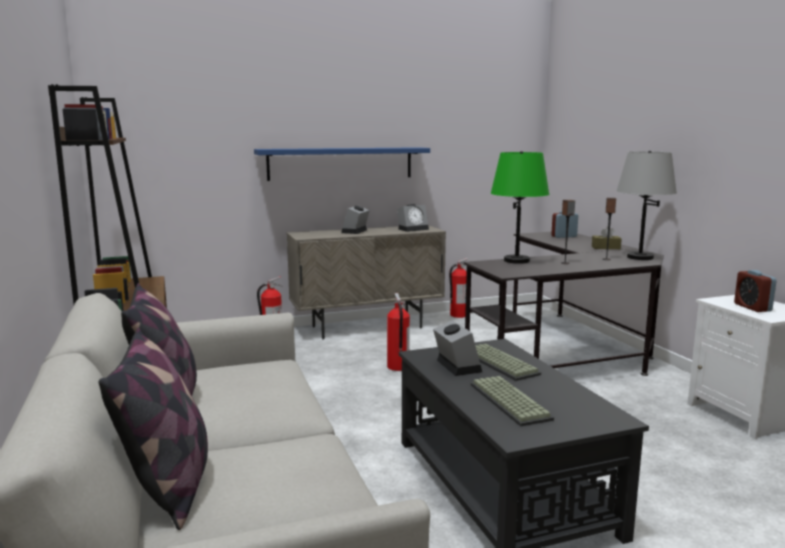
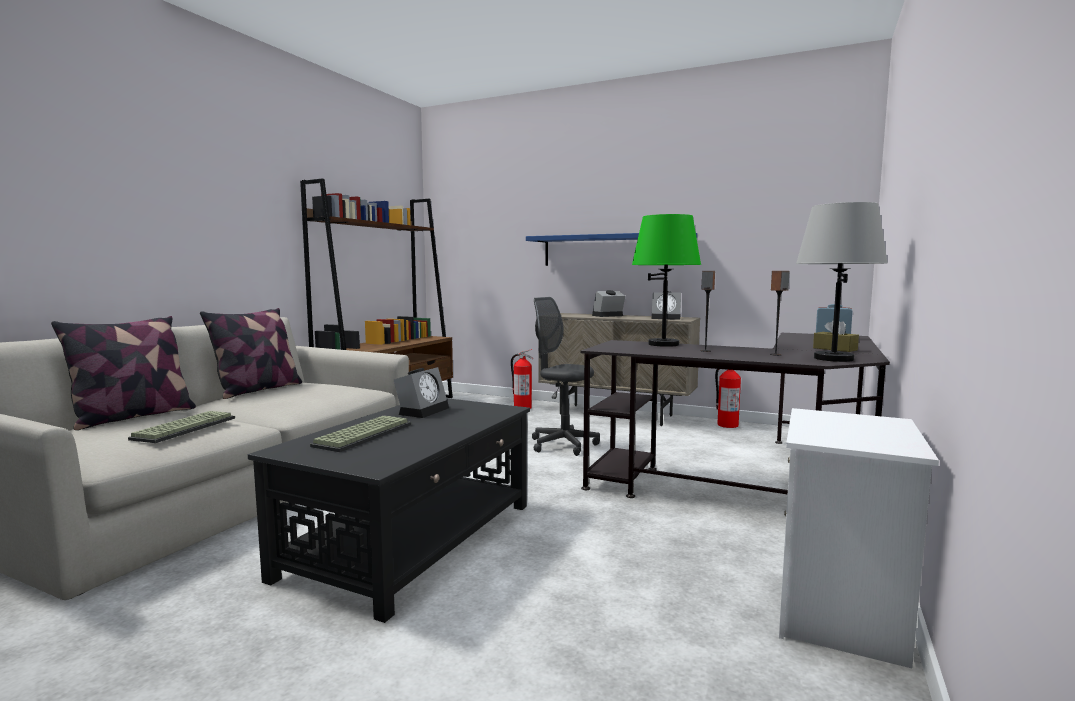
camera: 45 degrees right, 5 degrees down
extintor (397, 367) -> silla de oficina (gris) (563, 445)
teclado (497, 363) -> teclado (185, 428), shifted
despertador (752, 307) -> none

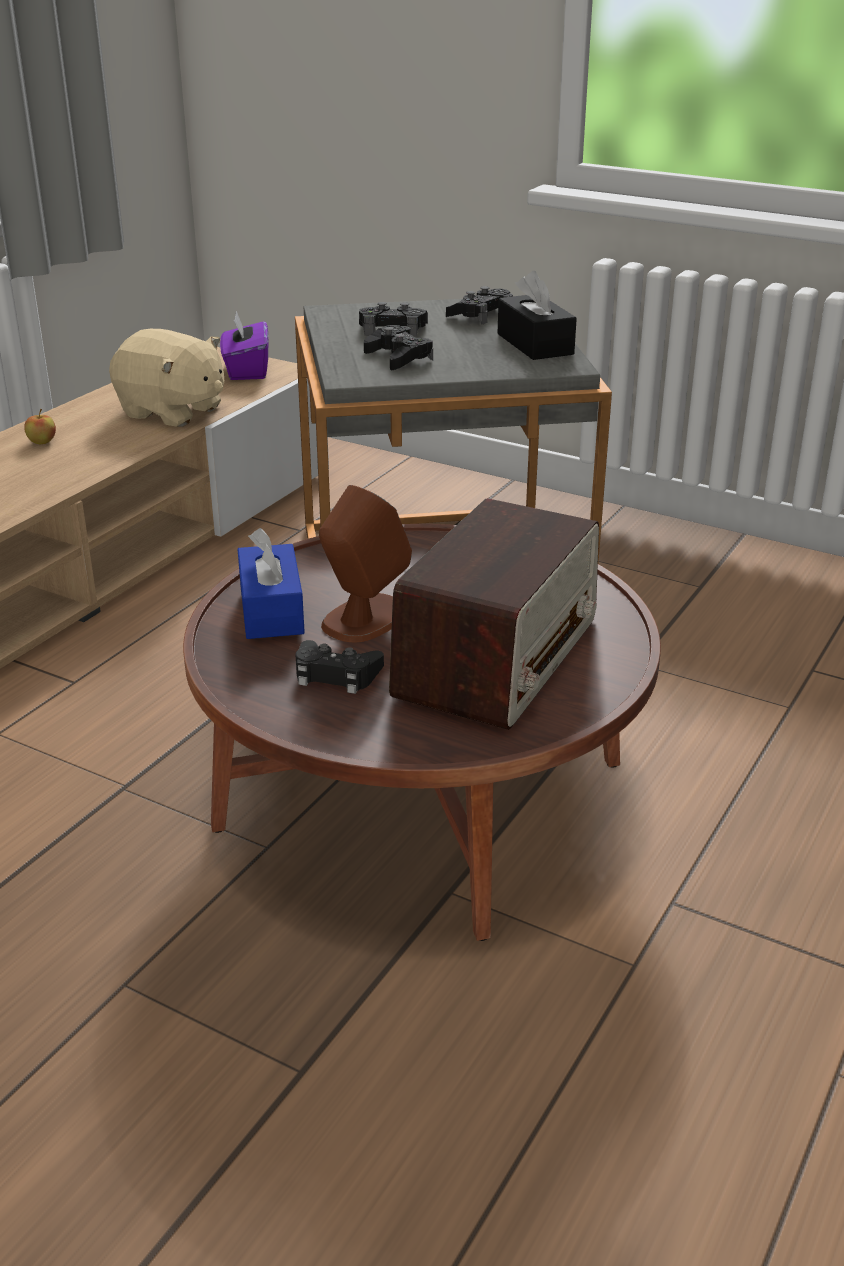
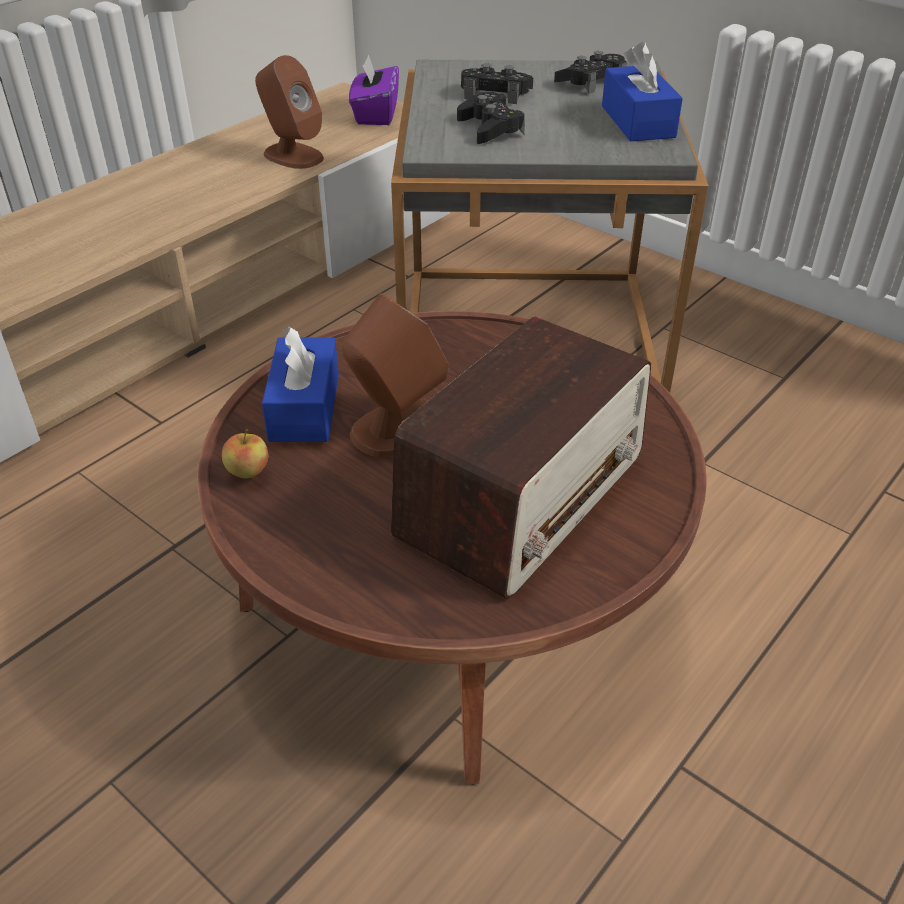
camera: 10 degrees right, 10 degrees up
manzana (42, 442) -> manzana (248, 471), shifted
peluche (beis) (172, 412) -> altavoz (marrón) (292, 156)
mando de consola (negro) (336, 675) -> none
caja de pañuelos (negro) (535, 344) -> caja de pañuelos (azul) (637, 121)

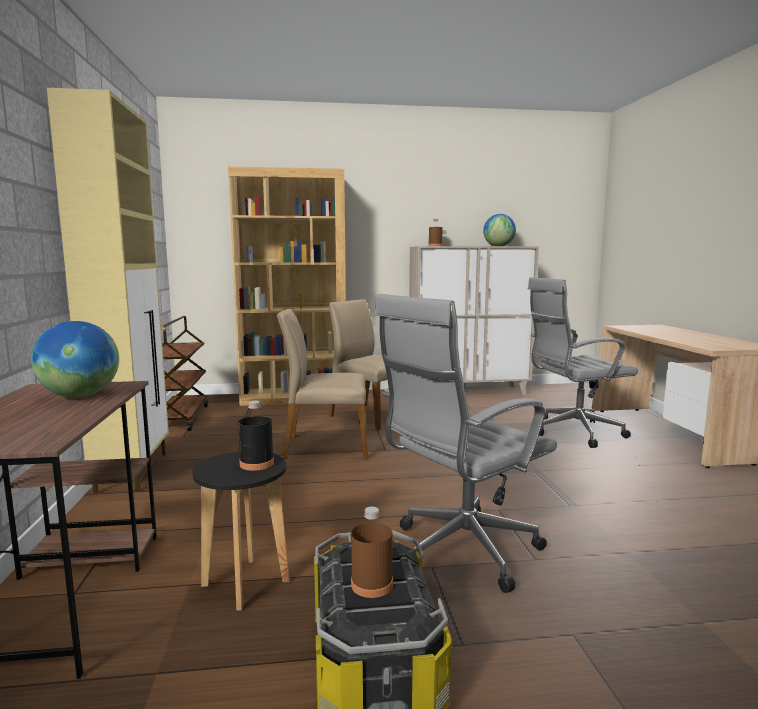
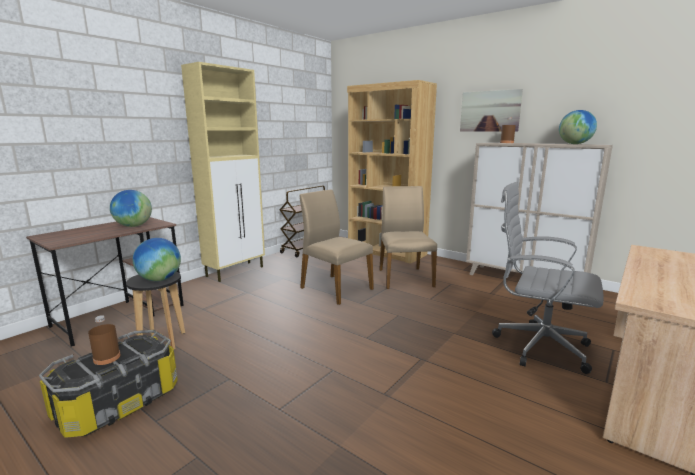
camera: 45 degrees right, 5 degrees up
botella (negro) (256, 464) -> globo terráqueo (160, 279)
silla de oficina (gris) (460, 552) -> none
none -> cuadro (490, 111)

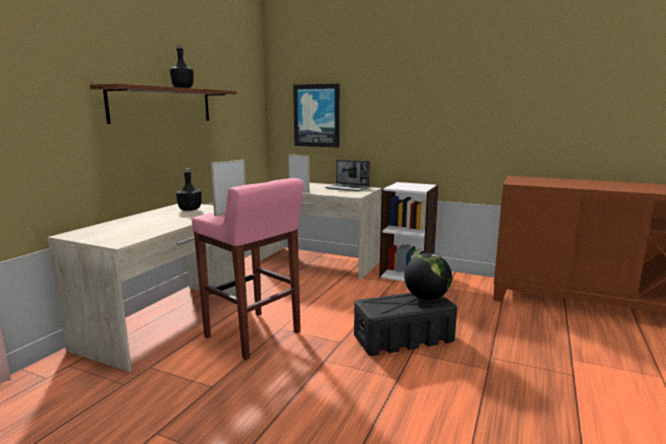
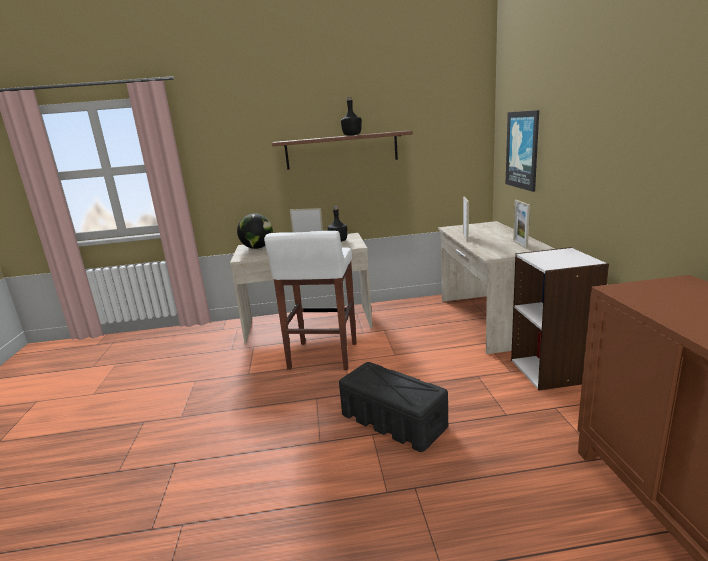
camera: 60 degrees right, 5 degrees up
taburete (rosa) (253, 335) -> taburete (blanco) (322, 356)
portátil (348, 188) -> portarretratos (520, 244)
globo terráqueo (426, 298) -> globo terráqueo (257, 248), shifted

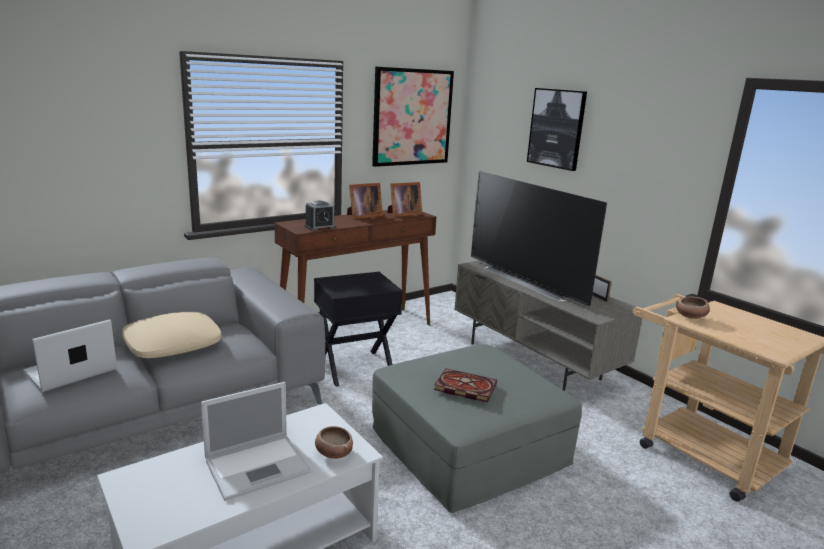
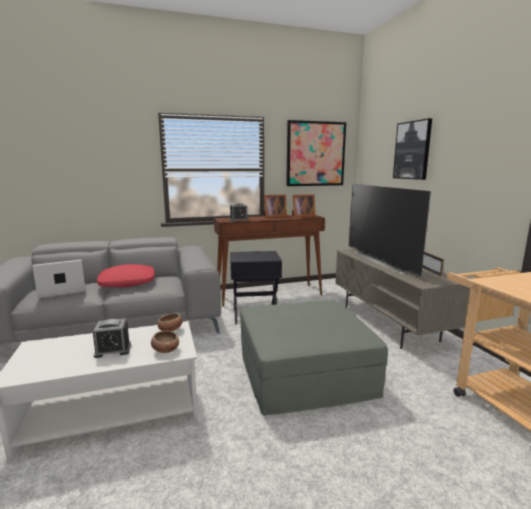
camera: 20 degrees right, 5 degrees down
cojín (beis) (173, 345) -> cojín (rojo) (127, 283)
portátil (259, 465) -> despertador (113, 350)
libro (463, 387) -> none
cuenco (691, 317) -> cuenco (170, 330), shifted

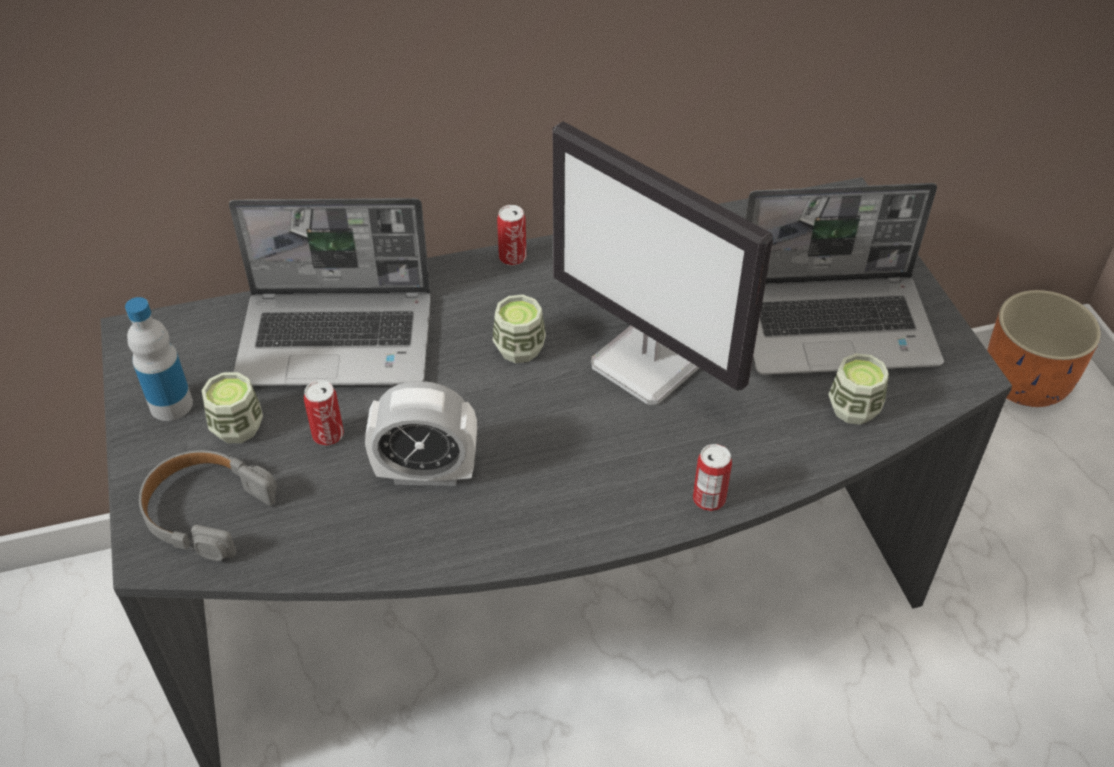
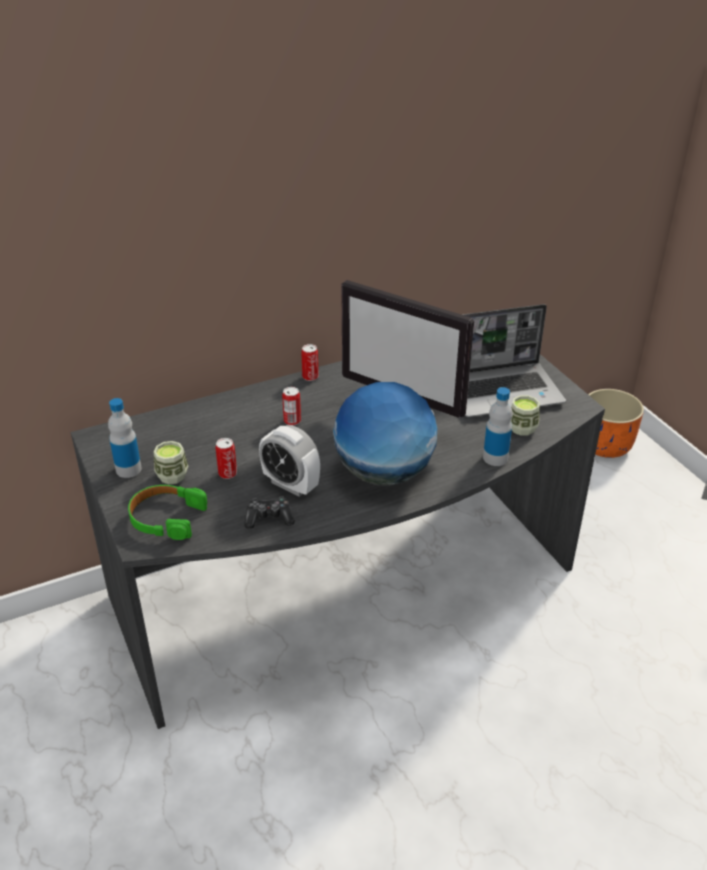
camera: 10 degrees left, 10 degrees down
auriculares (gris) (206, 511) -> auriculares (verde) (166, 518)
portátil (339, 339) -> none
despertador (426, 472) -> despertador (291, 485), 45 degrees clockwise
taza (519, 348) -> none
lata (709, 499) -> lata (292, 421), shifted
none -> mando de consola (269, 518)
none -> globo terráqueo (383, 473)
none -> botella (495, 458)

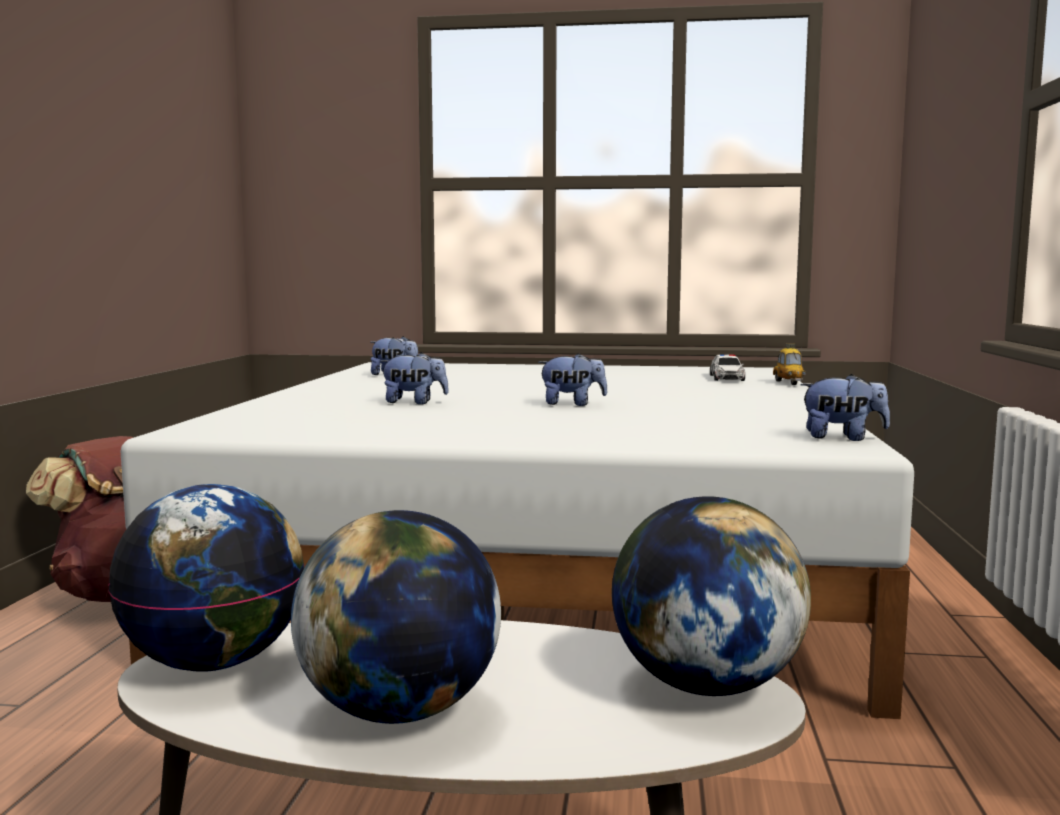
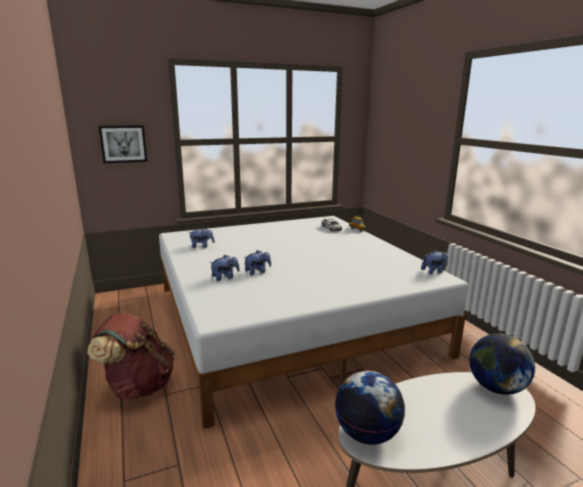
camera: 30 degrees left, 10 degrees up
globo terráqueo (400, 711) -> none
peluche (572, 404) -> peluche (225, 277), shifted
none -> cuadro (123, 144)

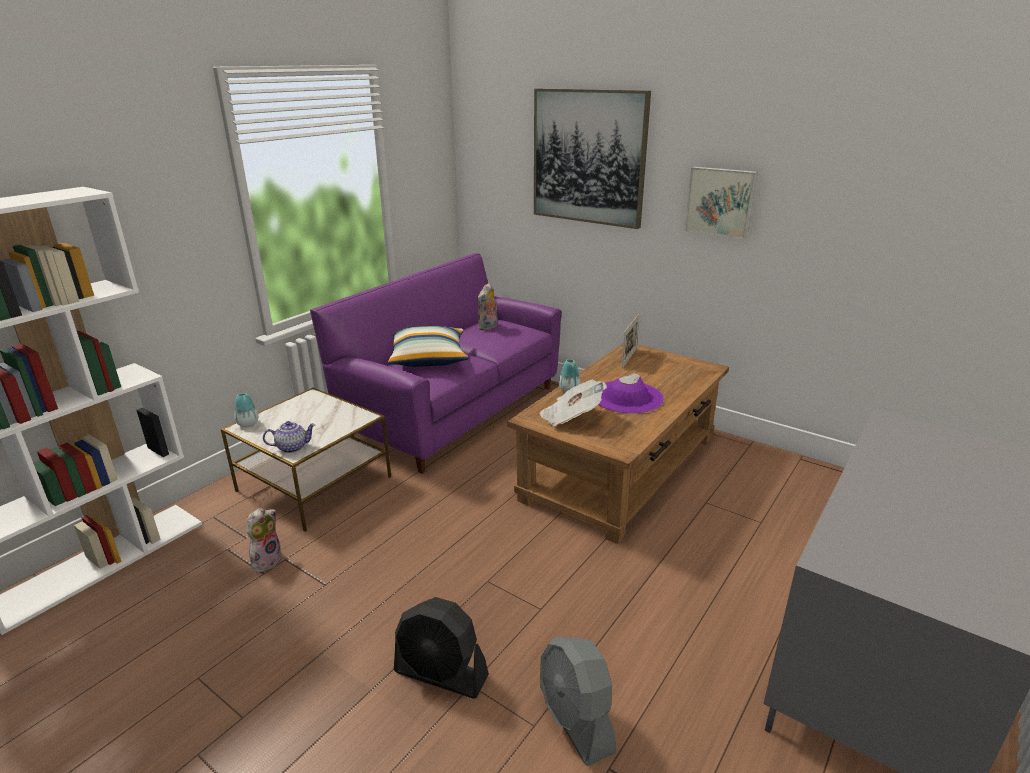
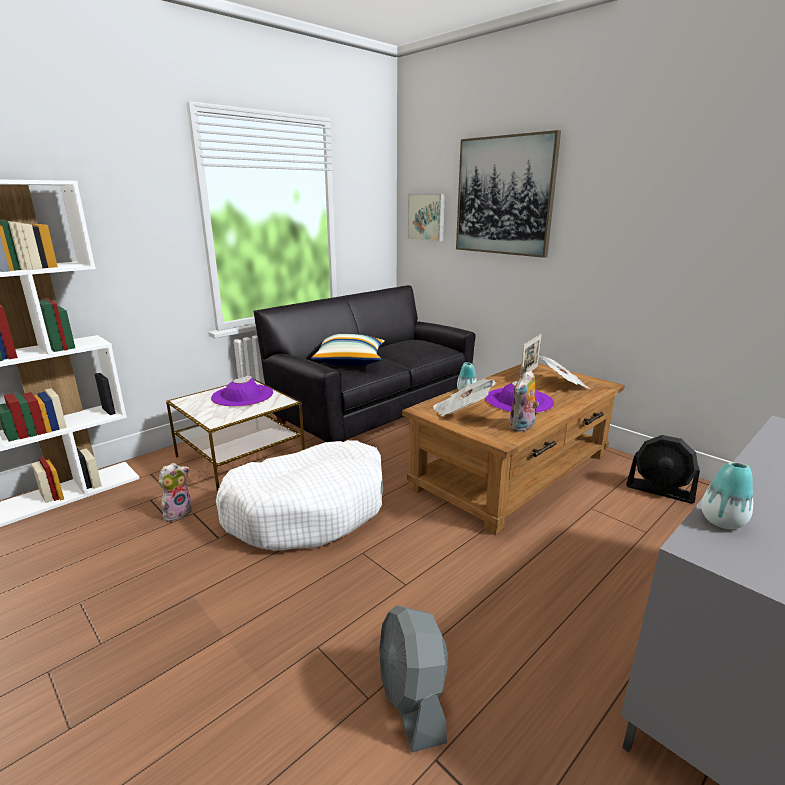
camera: 10 degrees right, 5 degrees down
florero (248, 424) -> florero (722, 521), shifted
tetera (292, 447) -> none
sofá (morado) (454, 411) -> sofá (negro) (374, 414)
ventilador (negro) (441, 674) -> ventilador (negro) (660, 490), shifted
peluche (488, 327) -> peluche (522, 427), shifted
cuadro (721, 201) -> cuadro (427, 217), shifted
none -> sombrero (morado) (242, 395)
none -> cama para perro (blanco) (309, 509)
none -> periódico (562, 385)

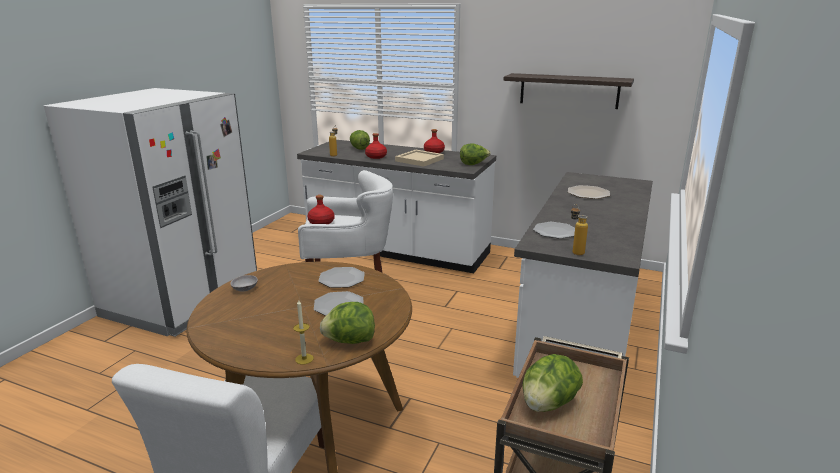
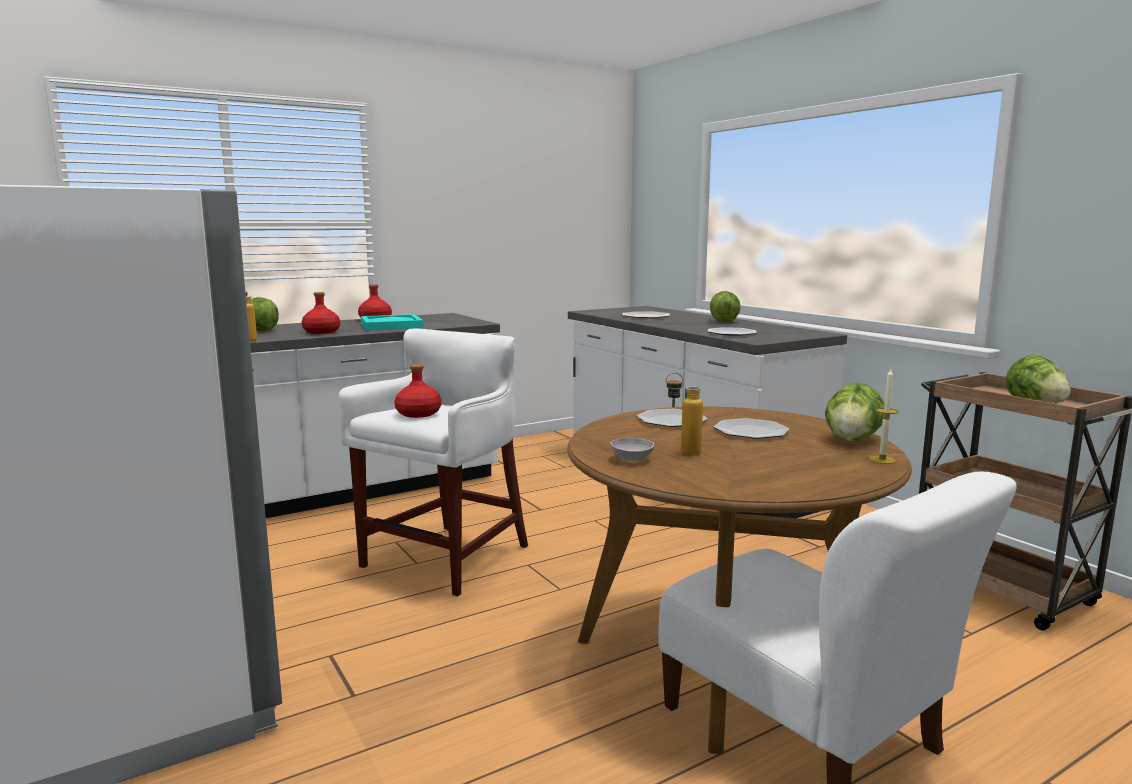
camera: 55 degrees left, 10 degrees down
bandeja (beis) (420, 160) -> bandeja (turquesa) (392, 325)
lechuga (474, 164) -> lechuga (724, 321), shifted
estante (569, 90) -> none
botella (575, 251) -> botella (682, 452), shifted

